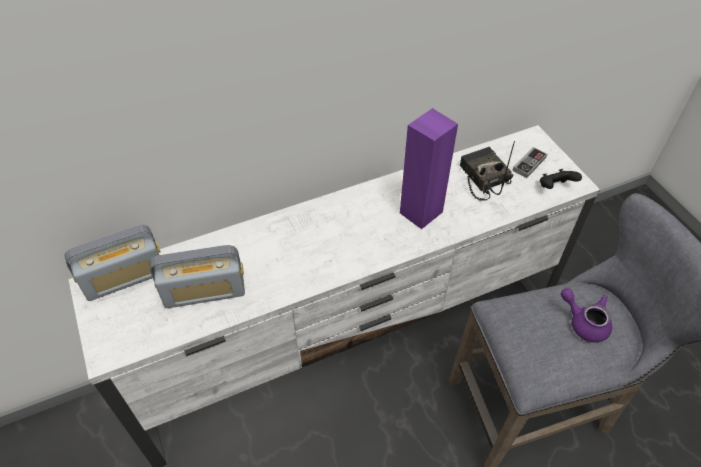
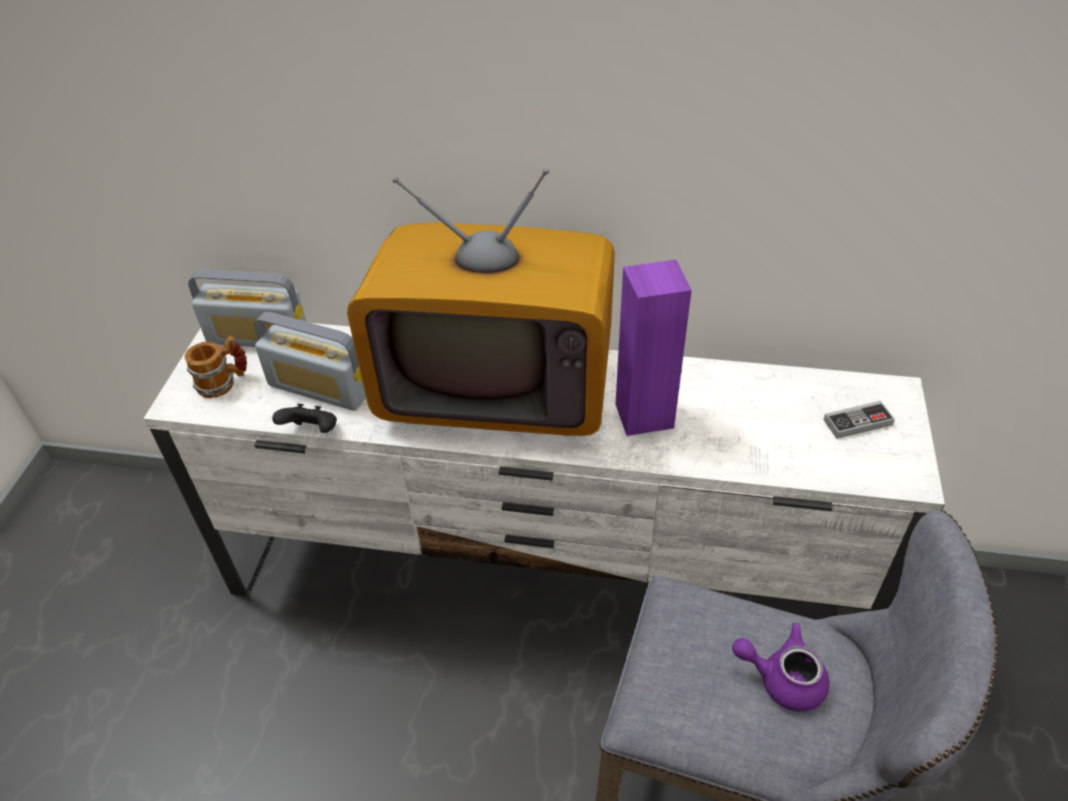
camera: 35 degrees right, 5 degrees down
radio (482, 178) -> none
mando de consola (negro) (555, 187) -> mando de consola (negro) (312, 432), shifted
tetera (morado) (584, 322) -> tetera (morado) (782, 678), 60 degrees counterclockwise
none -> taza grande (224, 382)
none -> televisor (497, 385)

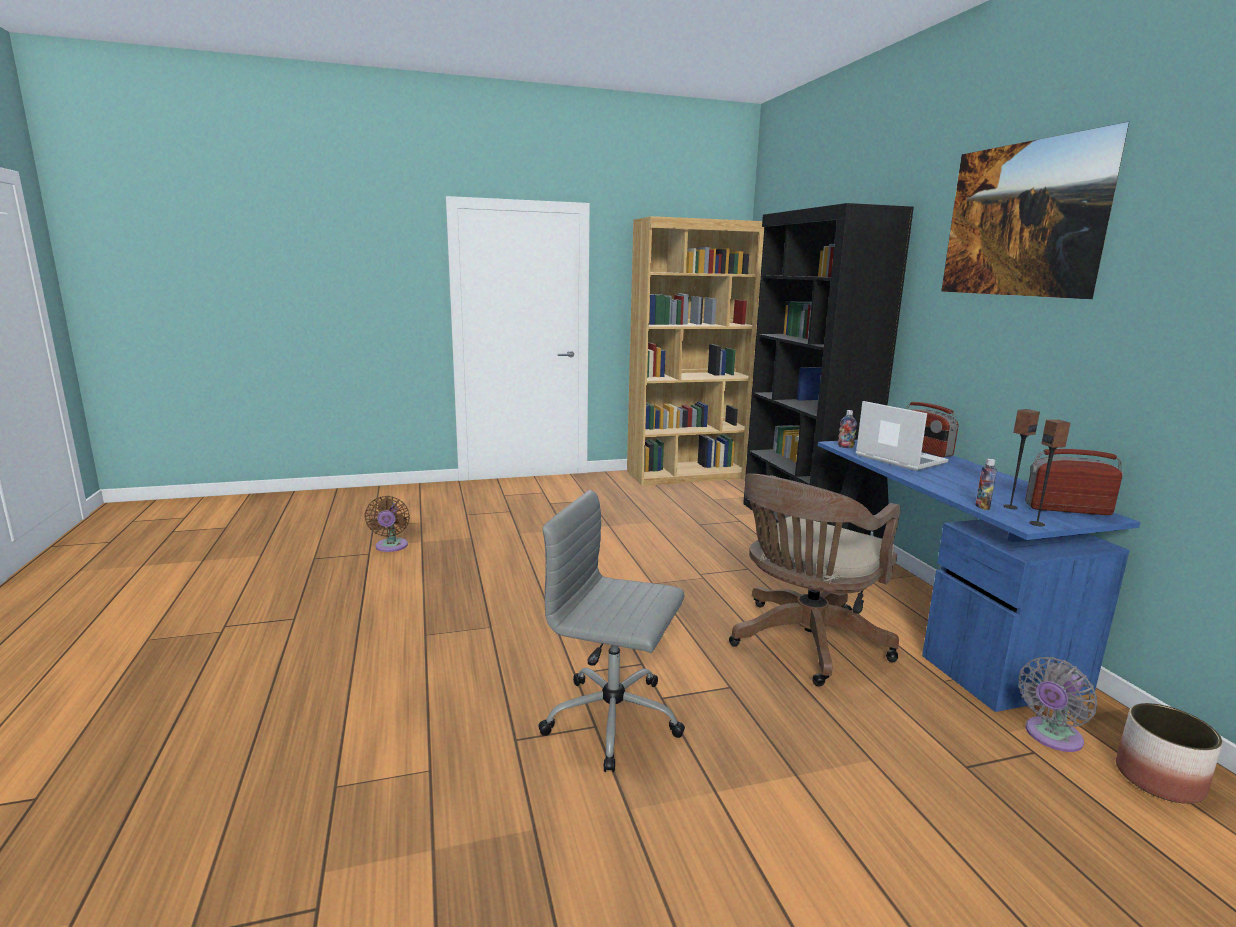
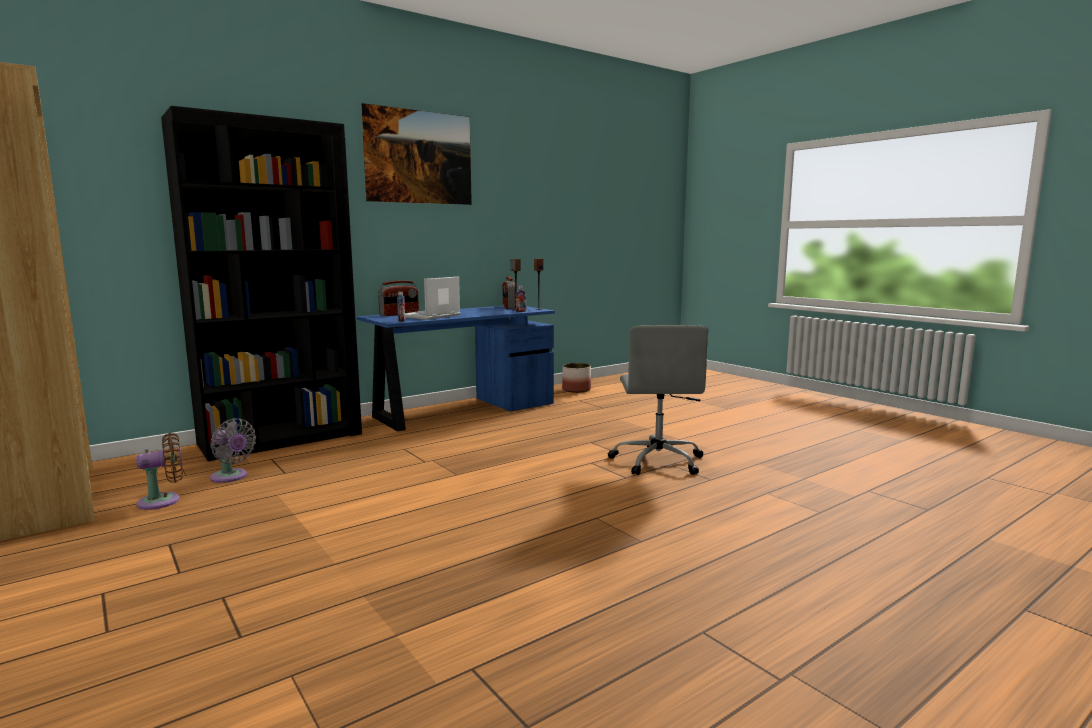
camera: 110 degrees left, 5 degrees down
ventilador (marrón) (391, 547) -> ventilador (marrón) (164, 501), shifted
silla de oficina (marrón) (804, 644) -> none
ventilador (gris) (1051, 737) -> ventilador (gris) (231, 477), shifted

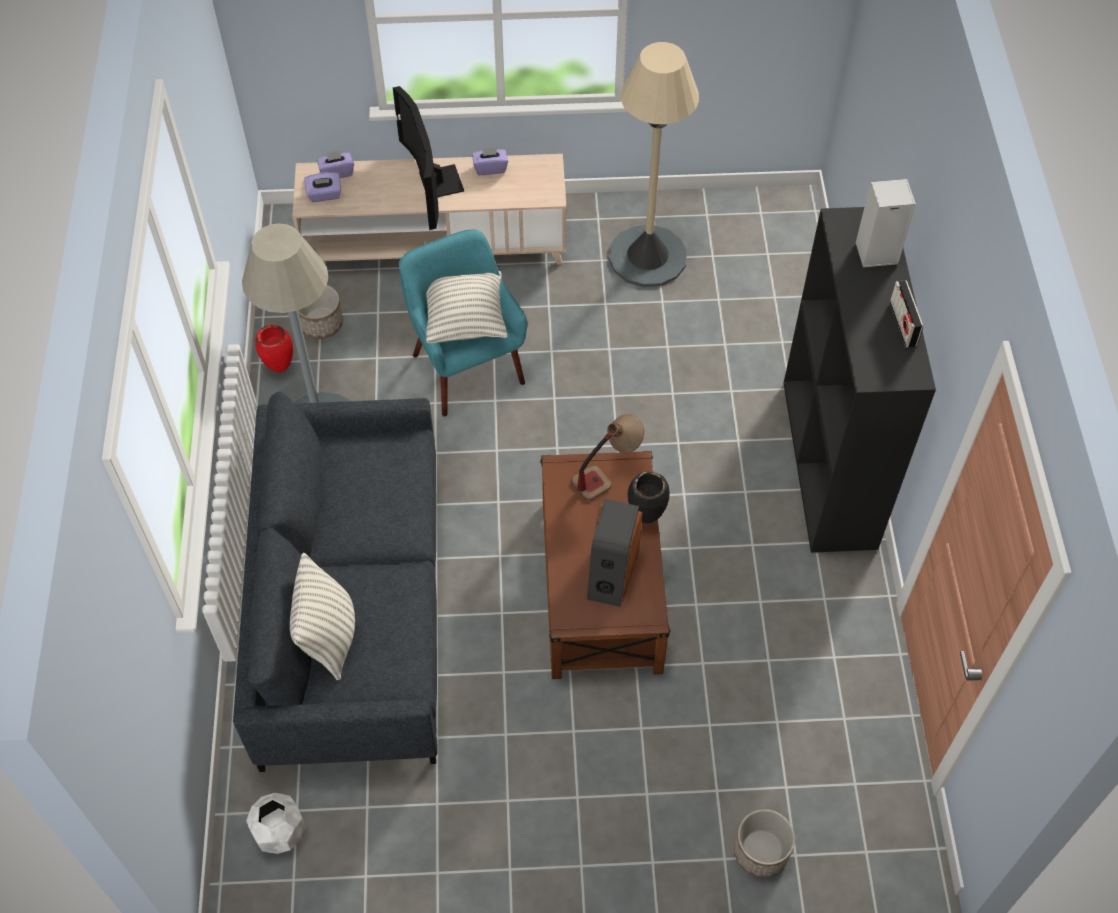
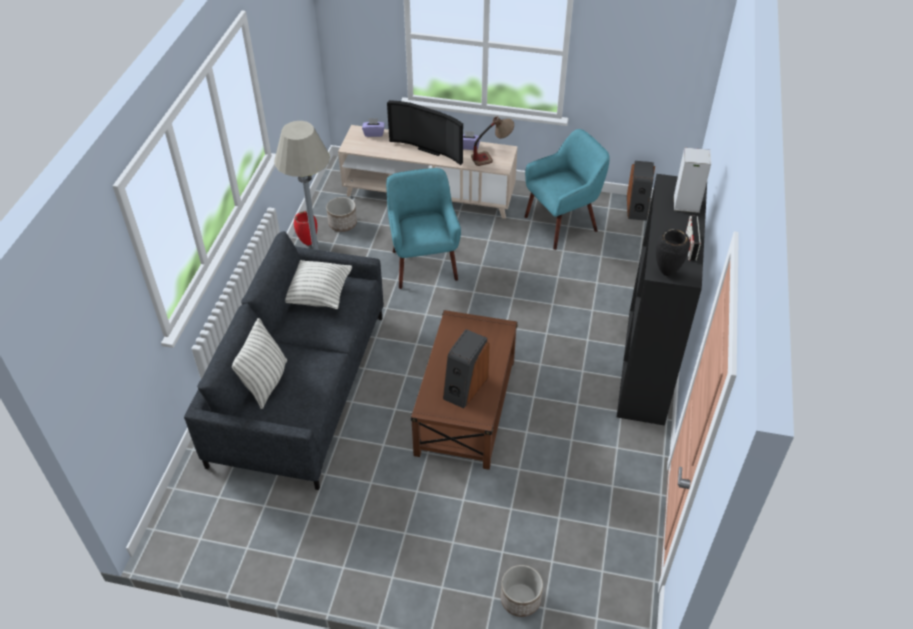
camera: 15 degrees right, 10 degrees down
maceta (blanco) (280, 831) -> none
caja de pañuelos (morado) (324, 195) -> none
televisor (434, 183) -> televisor (431, 148), 60 degrees counterclockwise
cojín (465, 321) -> cojín (318, 295), shifted
lámpara de mesa (607, 474) -> lámpara de mesa (492, 157), shifted
lámpara de pie (beis) (647, 256) -> sillón (turquesa) (562, 224)
florero (negro) (646, 517) -> florero (negro) (666, 272), shifted
none -> altavoz (637, 207)

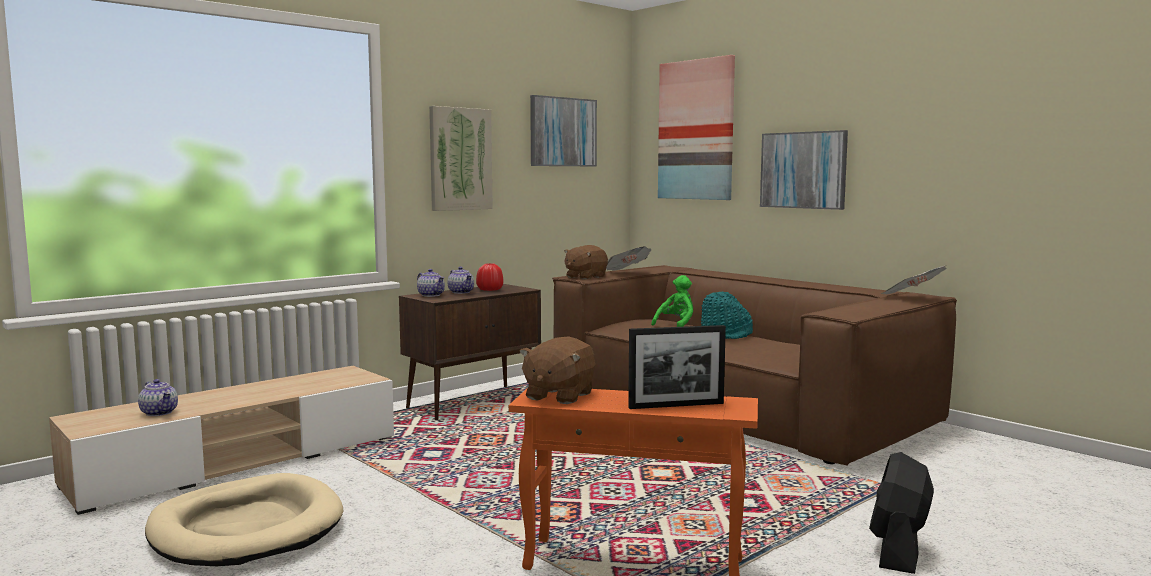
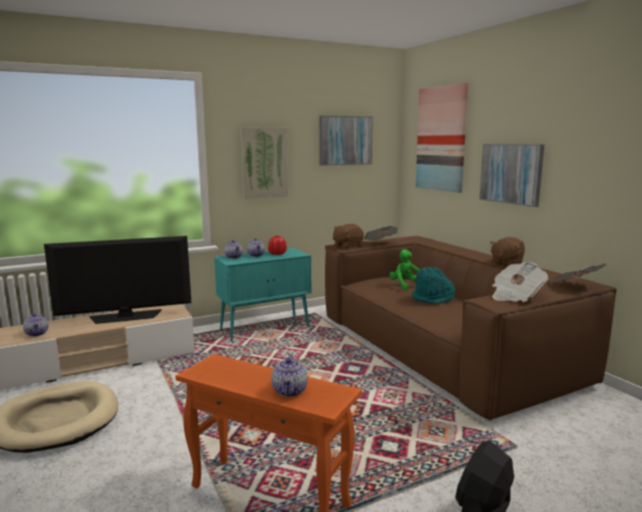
camera: 15 degrees right, 5 degrees up
armario (marrón) (474, 402) -> armario (turquesa) (265, 328)
peluche (marrón) (558, 396) -> peluche (marrón) (506, 263), shifted
portarretratos (676, 405) -> tetera (290, 391)
peluche (verde) (676, 325) -> peluche (verde) (406, 286), 75 degrees counterclockwise
none -> televisor (125, 317)
none -> periódico (515, 296)

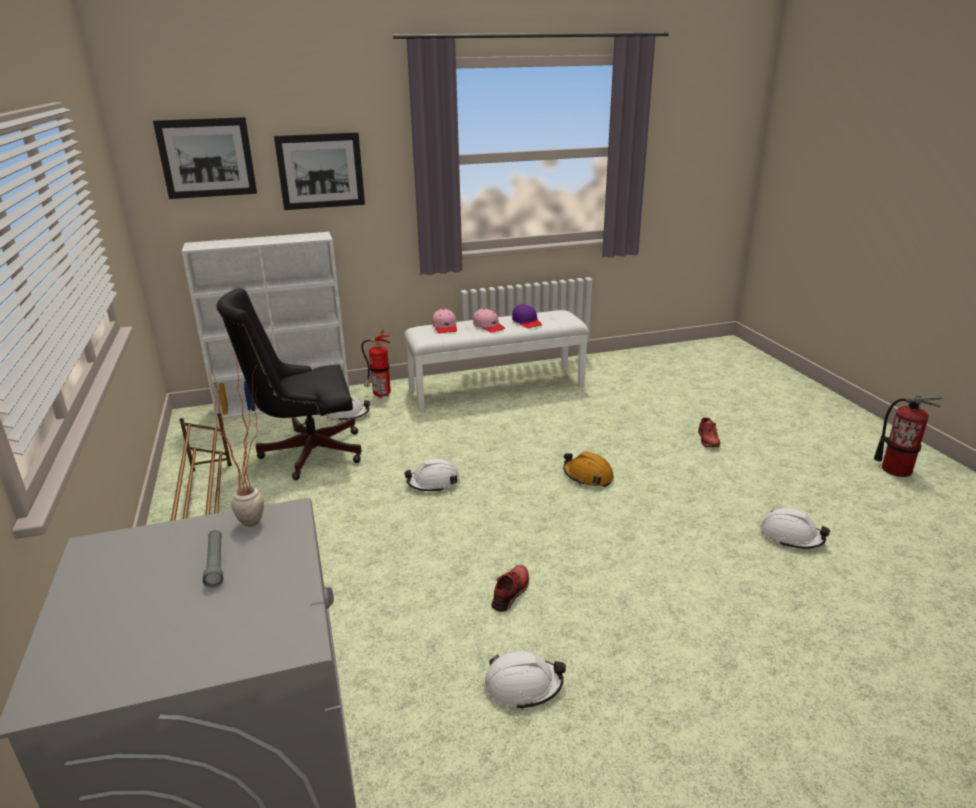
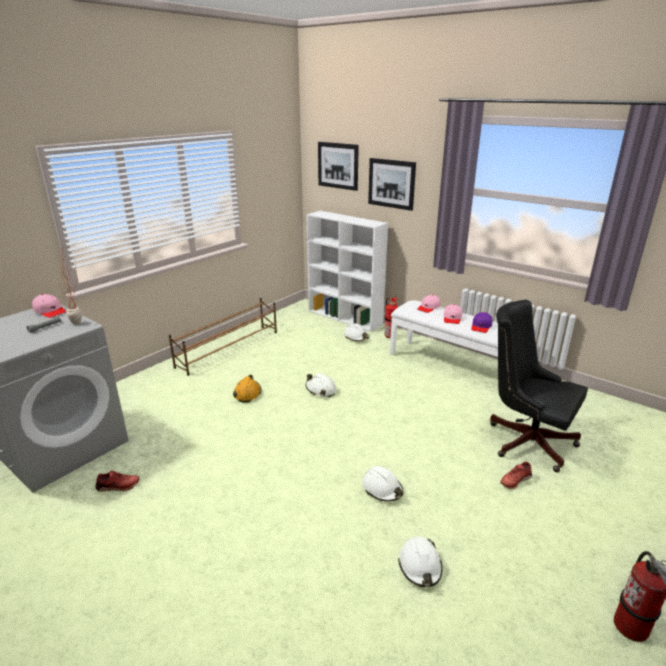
camera: 55 degrees right, 0 degrees up
silla de oficina (negro) (305, 452) -> silla de oficina (negro) (525, 439), shifted
casco (blanco) (523, 686) -> casco (blanco) (382, 489), shifted
zapato (rojo) (511, 592) -> zapato (rojo) (118, 486), shifted
casco (naranja) (588, 476) -> casco (naranja) (247, 393), shifted
none -> gorra (rosa) (50, 311)

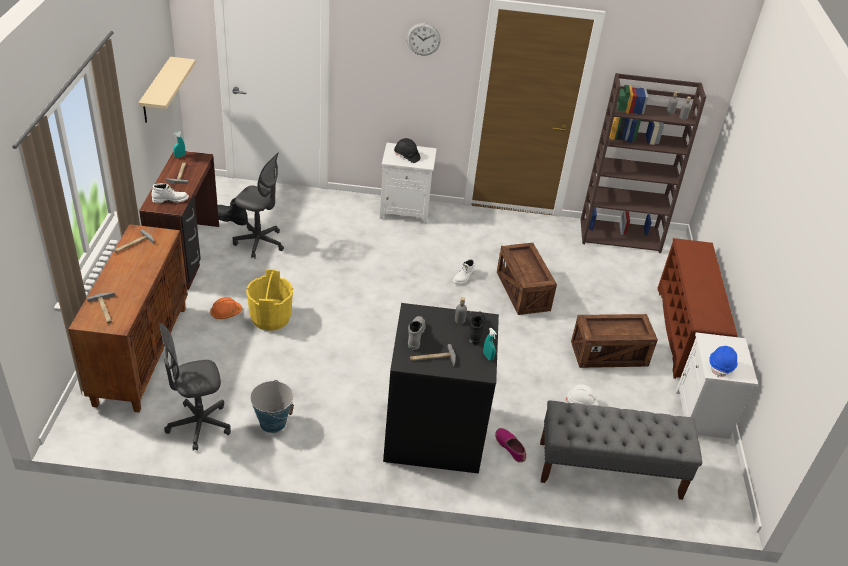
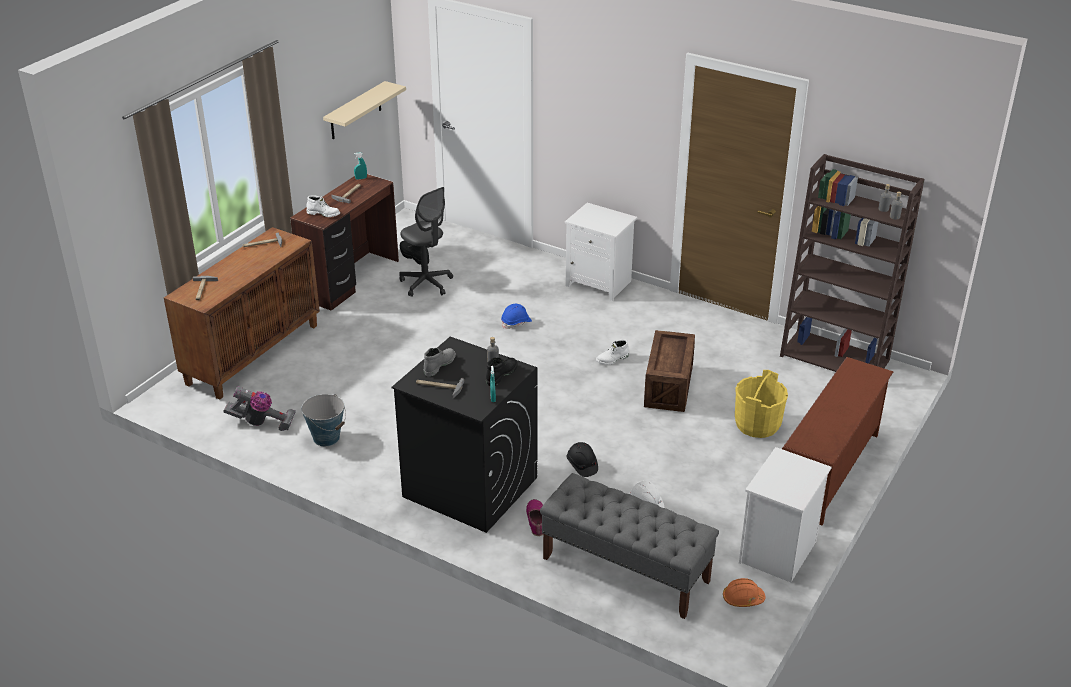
camera: 30 degrees right, 5 degrees down
silla de oficina (gris) (199, 425) -> aspiradora (262, 423)
casco (naranja) (226, 313) -> casco (naranja) (742, 598), shifted
cubo (amarillo) (270, 318) -> cubo (amarillo) (757, 424), shifted
casco (negro) (406, 156) -> casco (negro) (582, 465), shifted
reloj de pared (423, 39) -> none
caja de embalaje (609, 354) -> none
casco (azul) (721, 365) -> casco (azul) (516, 323), shifted

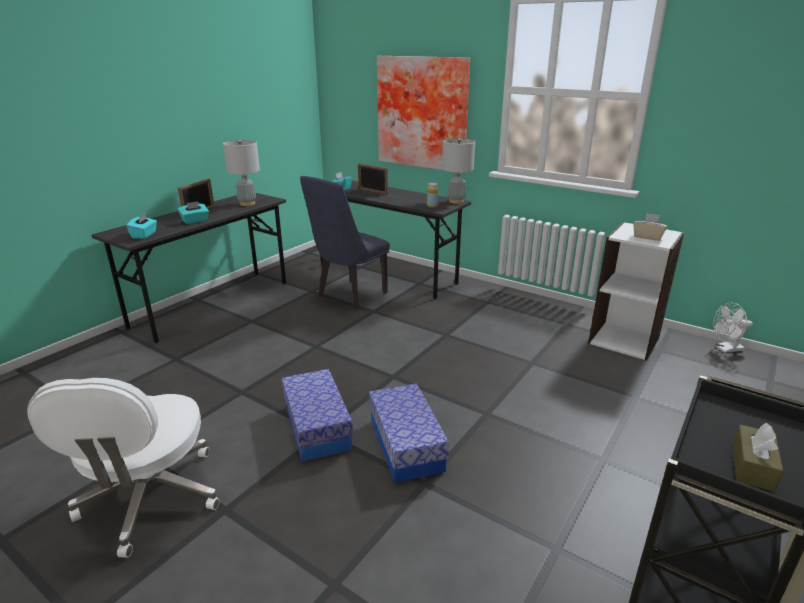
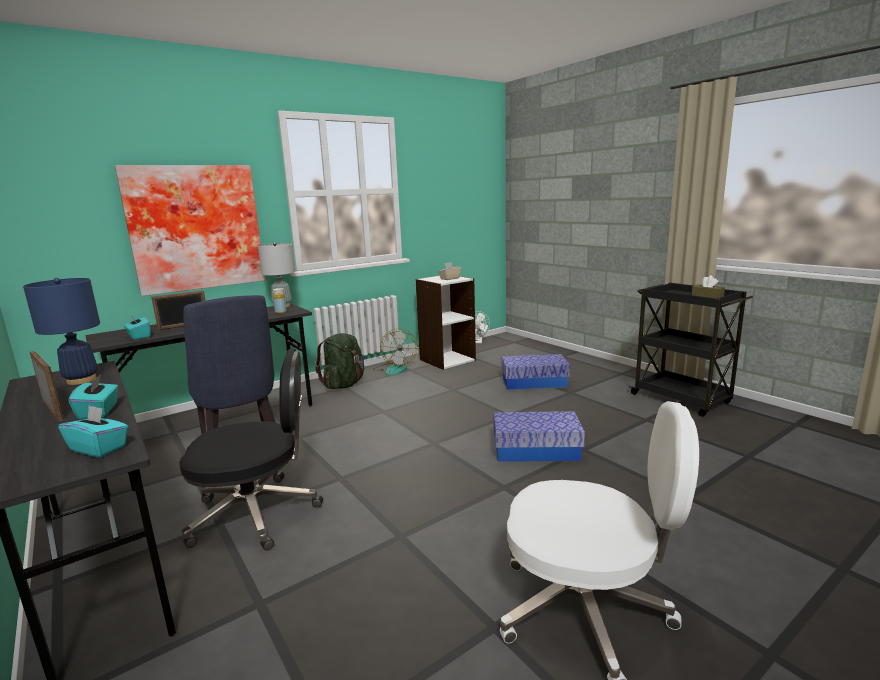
camera: 70 degrees left, 10 degrees down
lámpara de mesa (gris) (247, 204) -> lámpara de mesa (azul) (81, 380)
caja de almacenaje (317, 426) -> caja de almacenaje (534, 382), shifted
none -> silla de oficina (negro) (257, 513)
none -> mochila (verde) (344, 385)
none -> ventilador (394, 369)

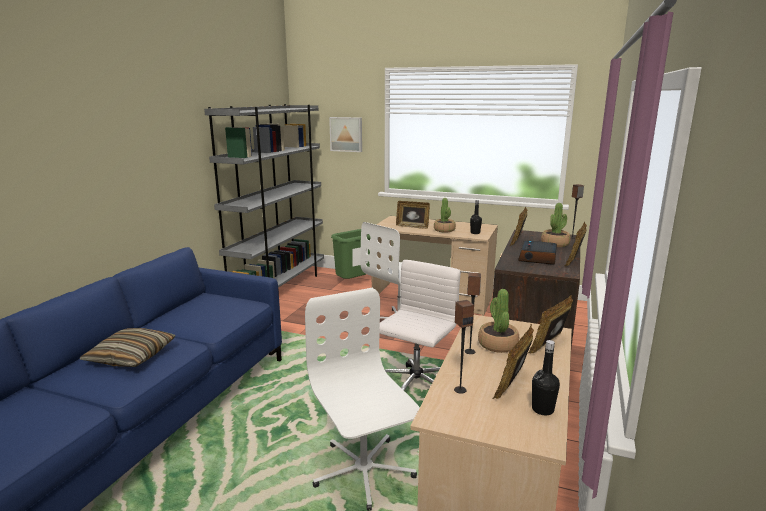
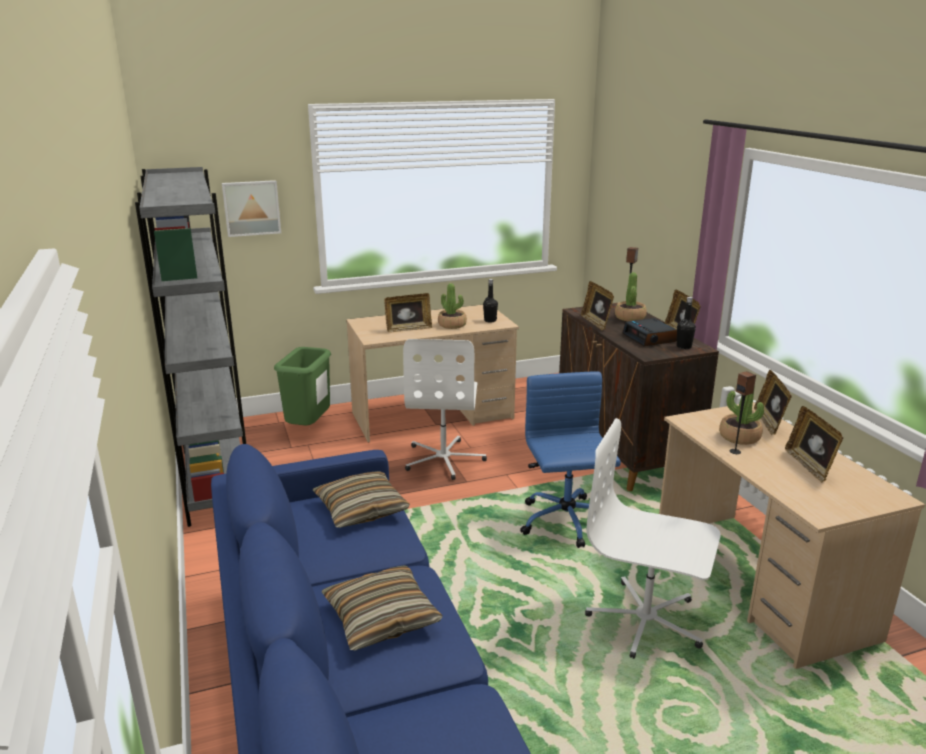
camera: 40 degrees left, 5 degrees up
silla de oficina (blanco) (415, 387) -> silla de oficina (azul) (566, 522)
altavoz (460, 390) -> none
botella (negro) (542, 409) -> botella (negro) (684, 347), shifted
none -> cojín (361, 509)

